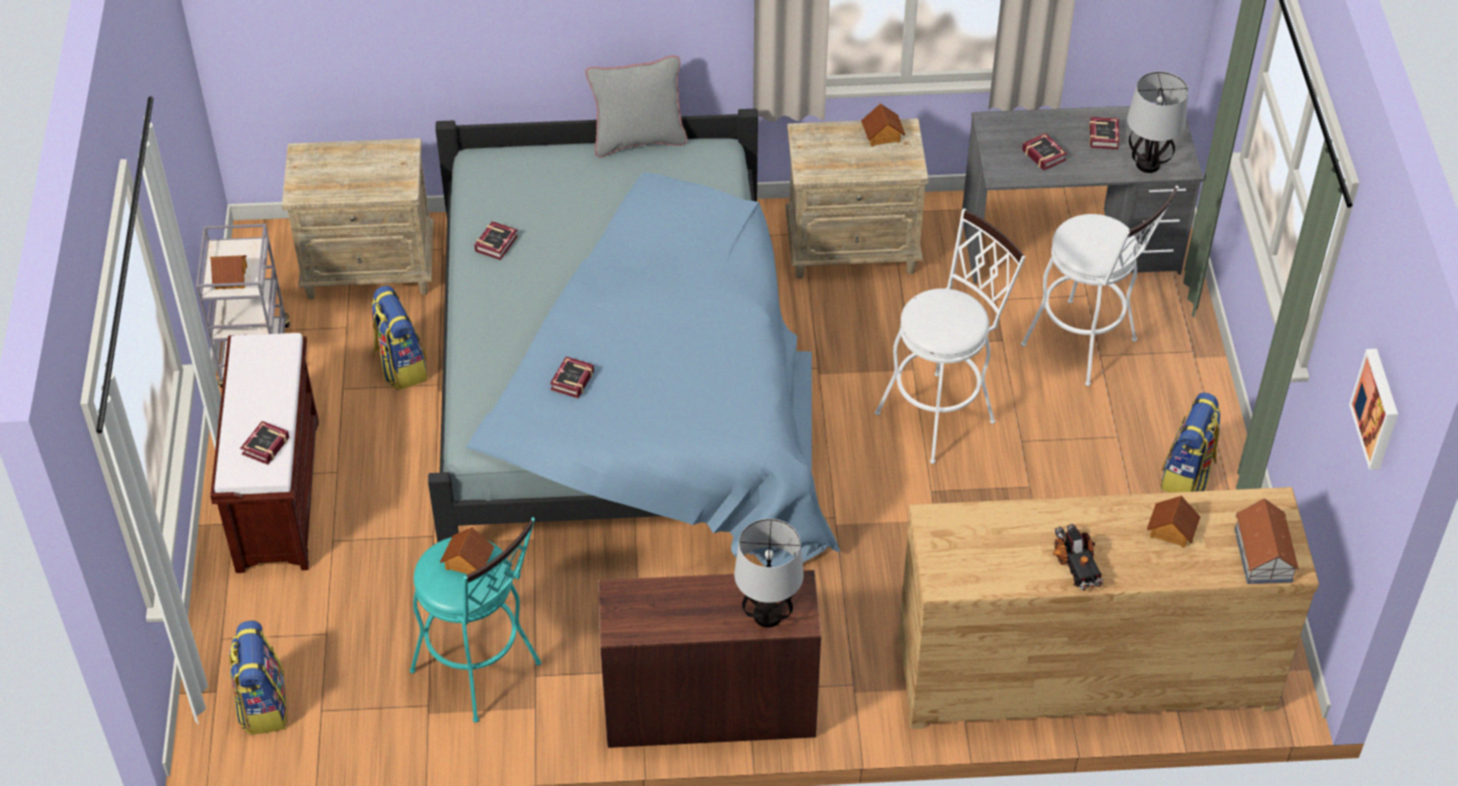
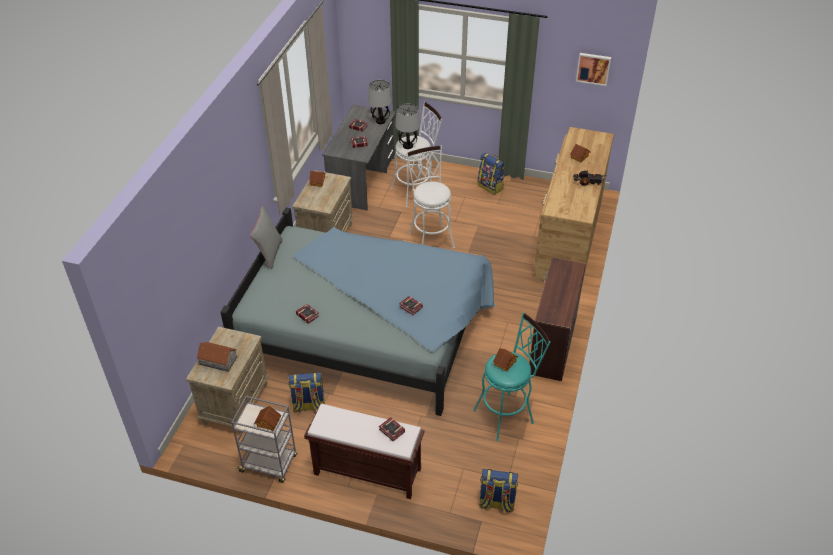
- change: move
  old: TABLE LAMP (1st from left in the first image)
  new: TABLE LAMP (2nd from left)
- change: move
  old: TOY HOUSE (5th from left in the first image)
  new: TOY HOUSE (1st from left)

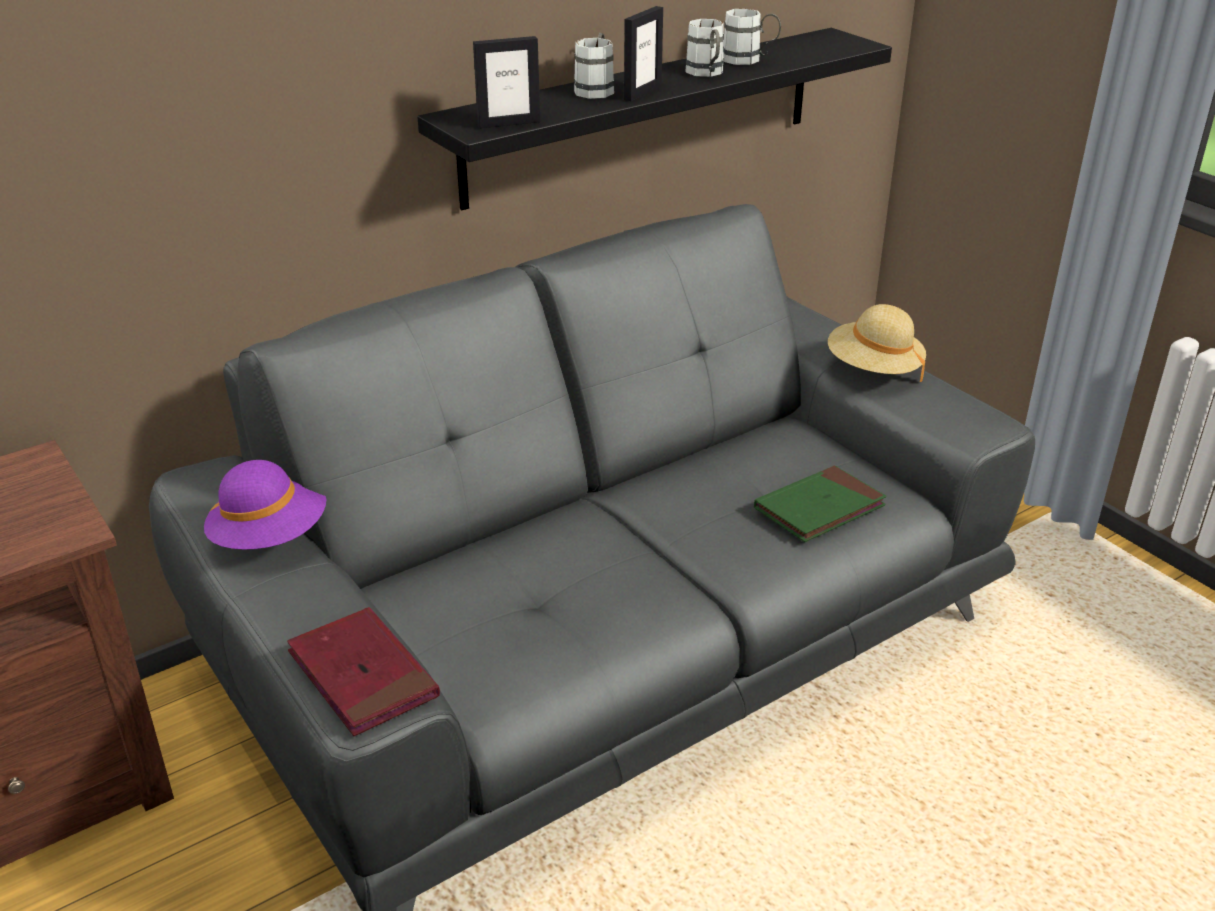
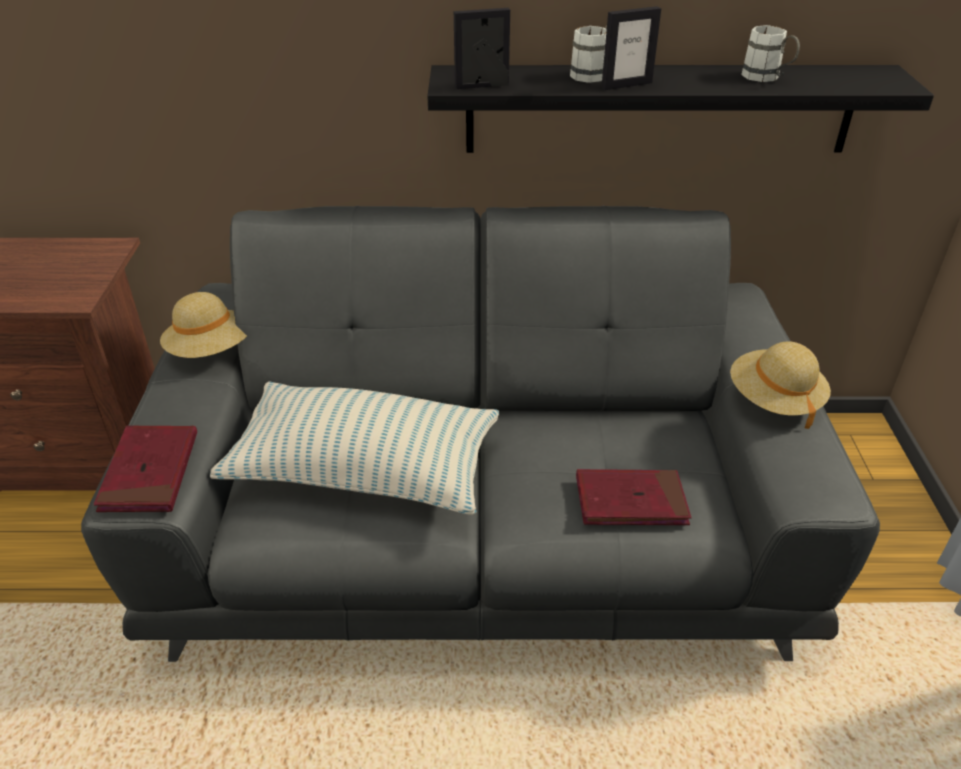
- change: recolor
  old: PURPLE HAT
  new: BEIGE HAT (1st from left)
- change: rotate
  old: PICTURE FRAME (1st from left)
  degrees: 150
- change: delete
  old: WHITE MUG (2nd from left)
- change: recolor
  old: GREEN BOOK
  new: RED BOOK (2nd from left)
- change: insert
  new: PILLOW

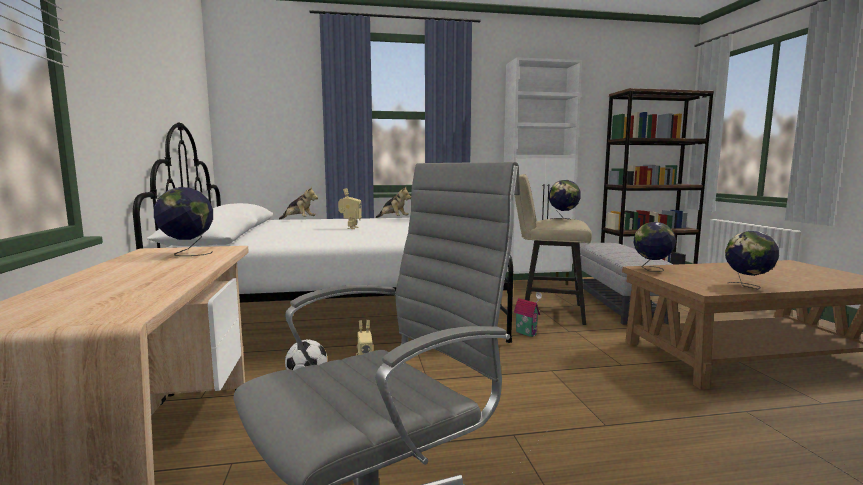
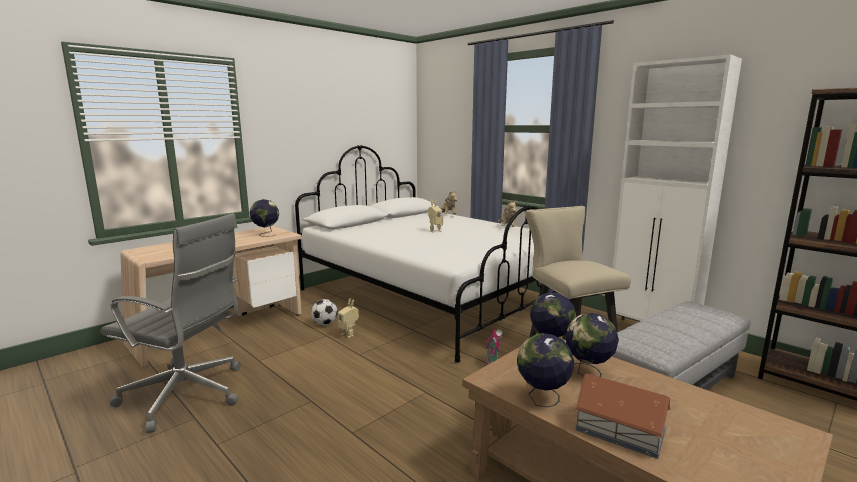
- change: move
  old: GLOBE (2nd from left in the first image)
  new: GLOBE (4th from left)
- change: insert
  new: TOY HOUSE (2nd from left)

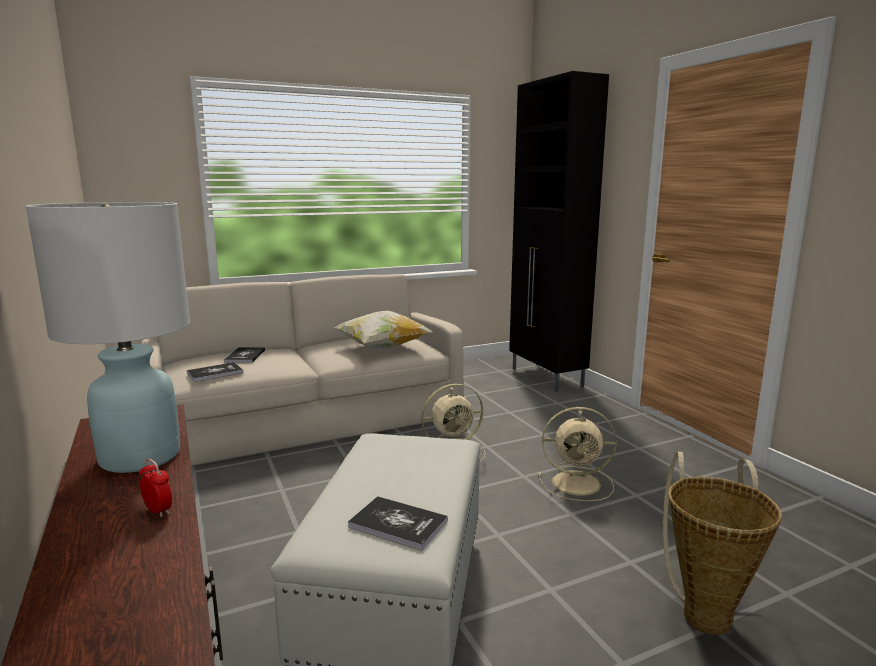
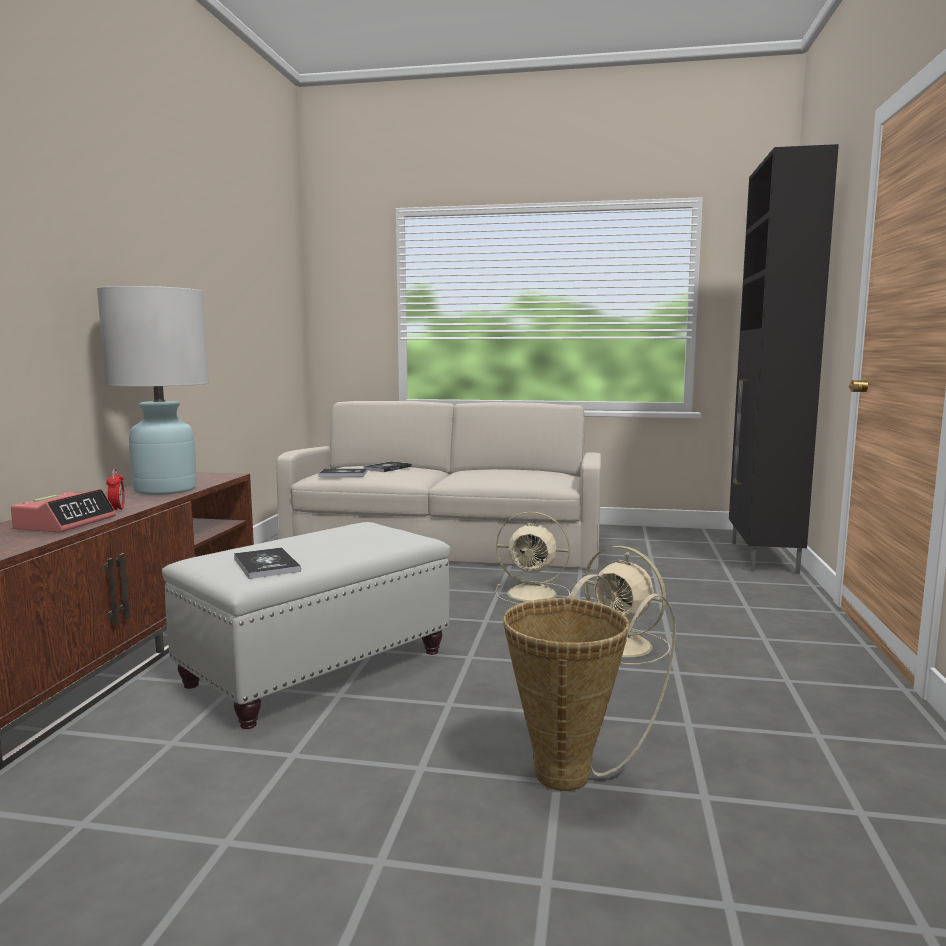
- change: delete
  old: PILLOW
- change: insert
  new: ALARM CLOCK (1st from left)

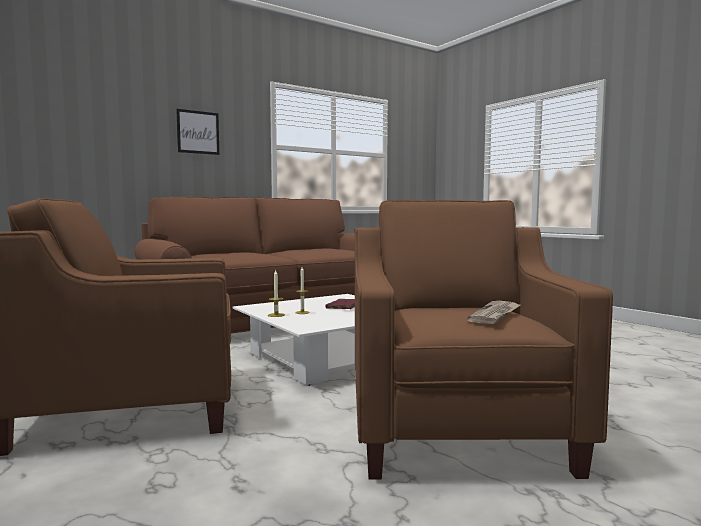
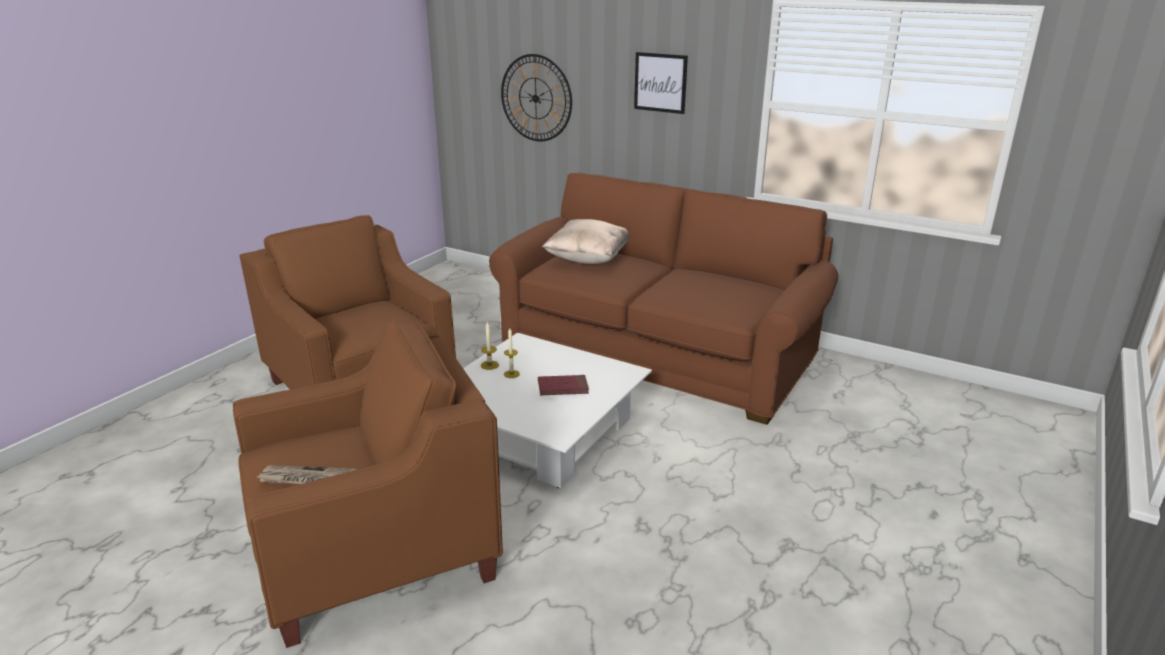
- change: insert
  new: WALL CLOCK
- change: insert
  new: BEIGE PILLOW

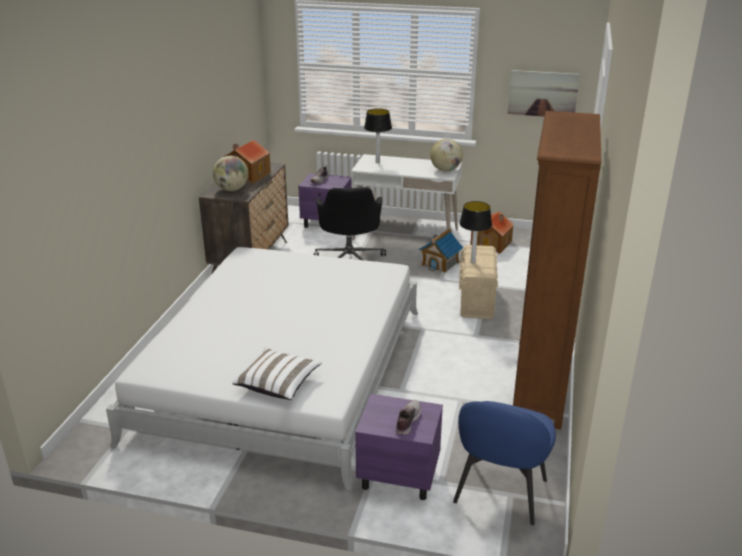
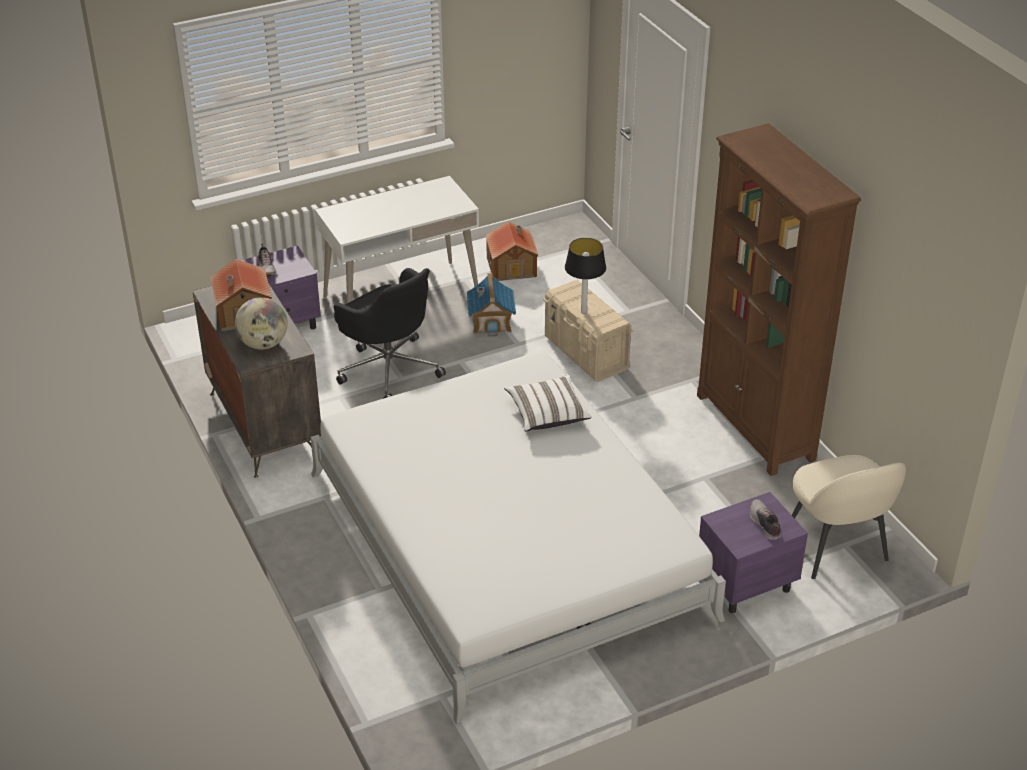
- change: move
  old: WHITE PILLOW
- change: delete
  old: TABLE LAMP (1st from left)
- change: delete
  old: GLOBE (2nd from left)
- change: recolor
  old: BLUE CHAIR
  new: BEIGE CHAIR
- change: delete
  old: PICTURE

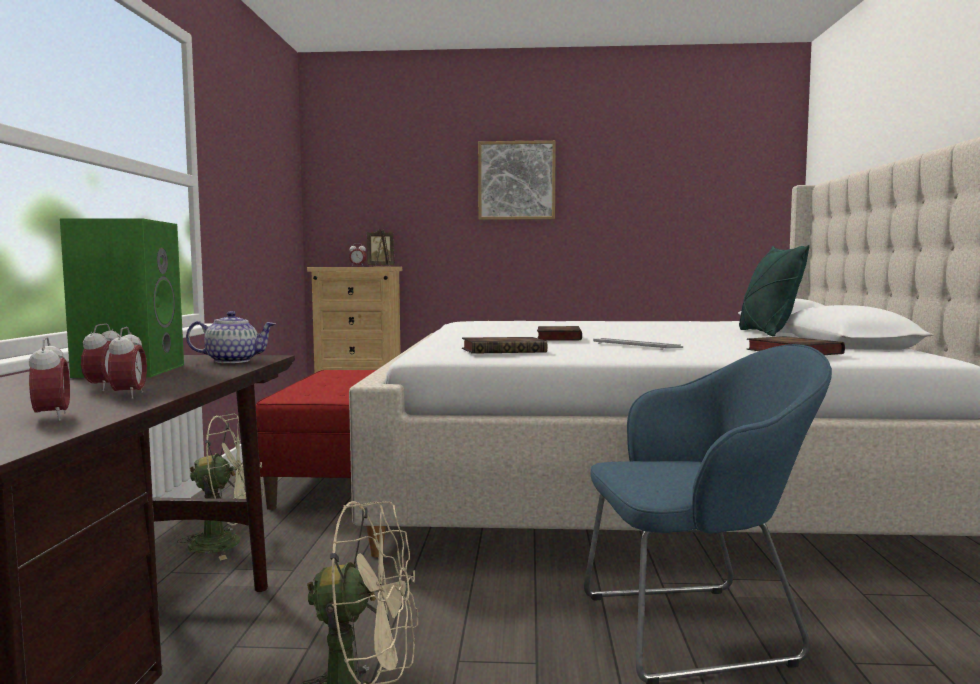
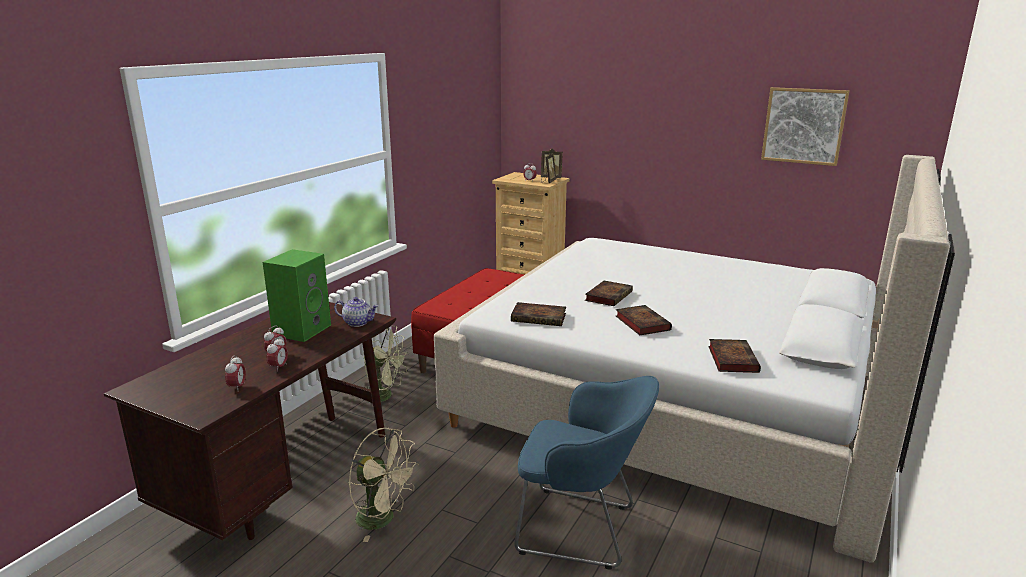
- change: move
  old: PICTURE
- change: replace
  old: KEYBOARD
  new: BOOK (3rd from left)
- change: delete
  old: GREEN PILLOW

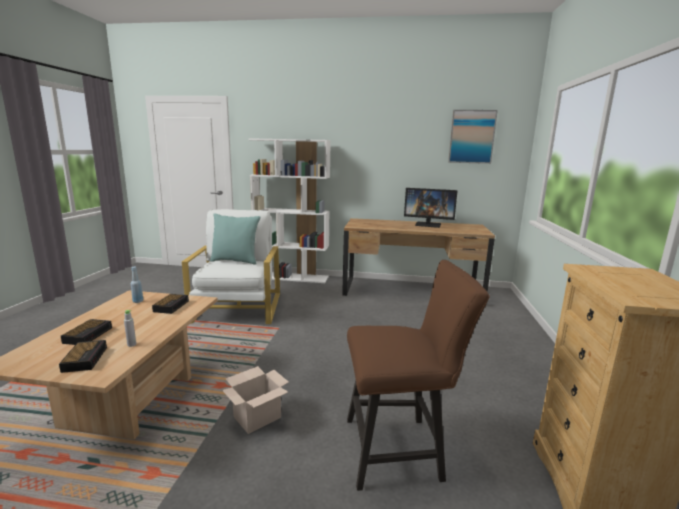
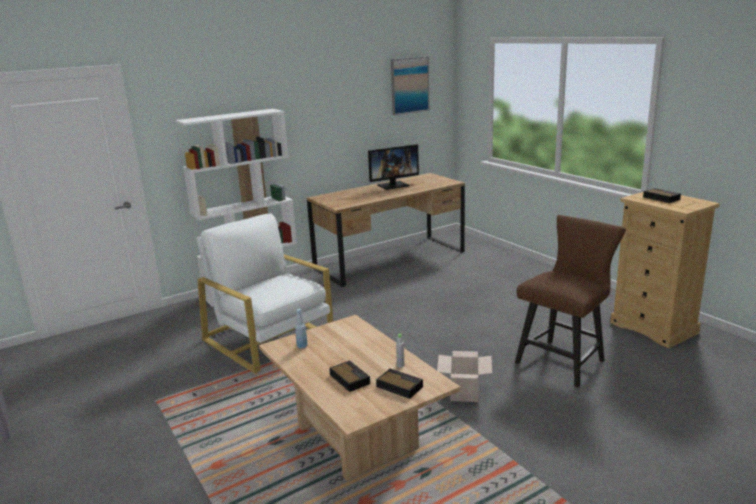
- change: move
  old: ALARM CLOCK (3rd from left)
- change: delete
  old: TURQUOISE PILLOW

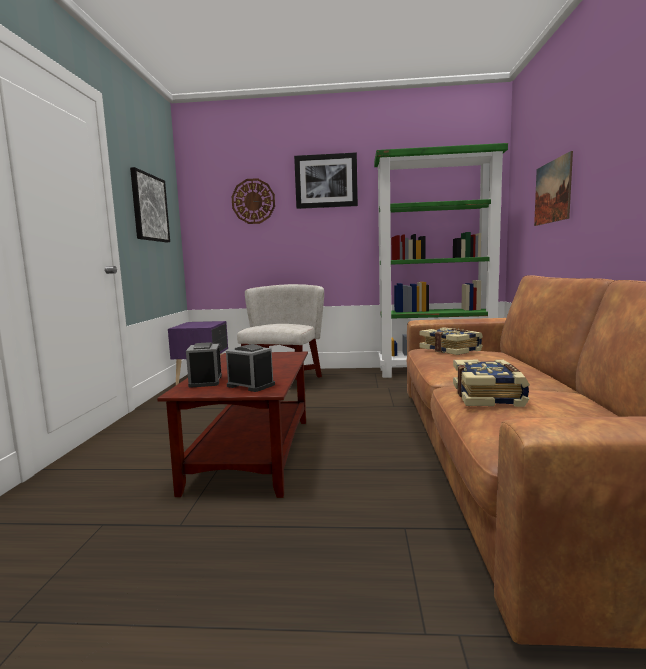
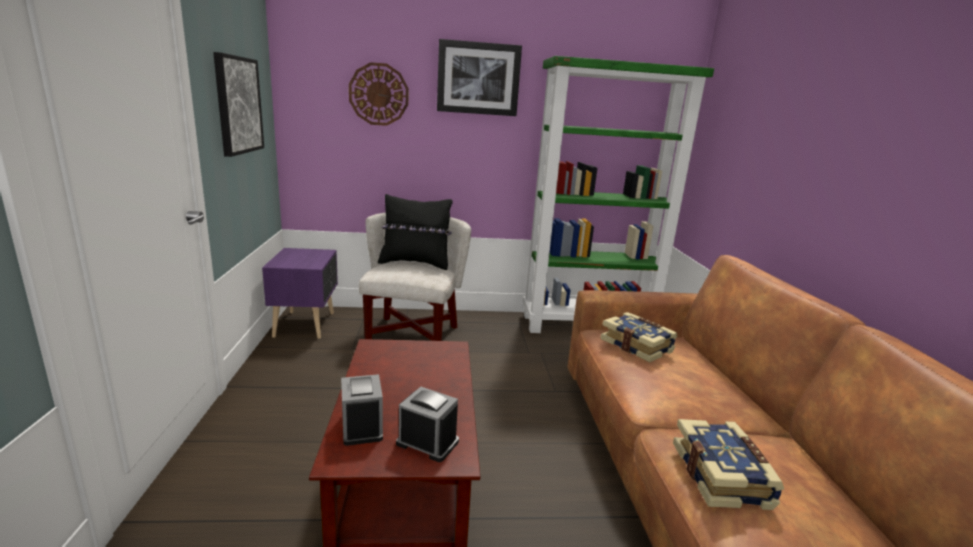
- change: delete
  old: PICTURE (3rd from left)
- change: insert
  new: BLACK PILLOW

